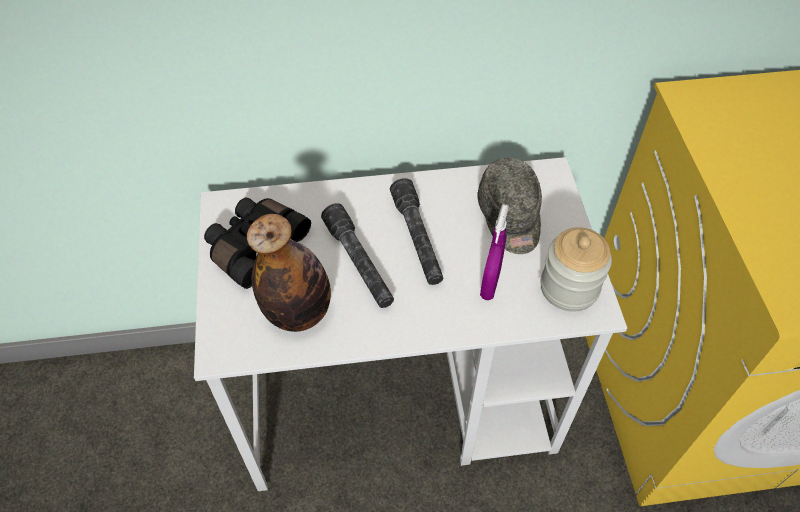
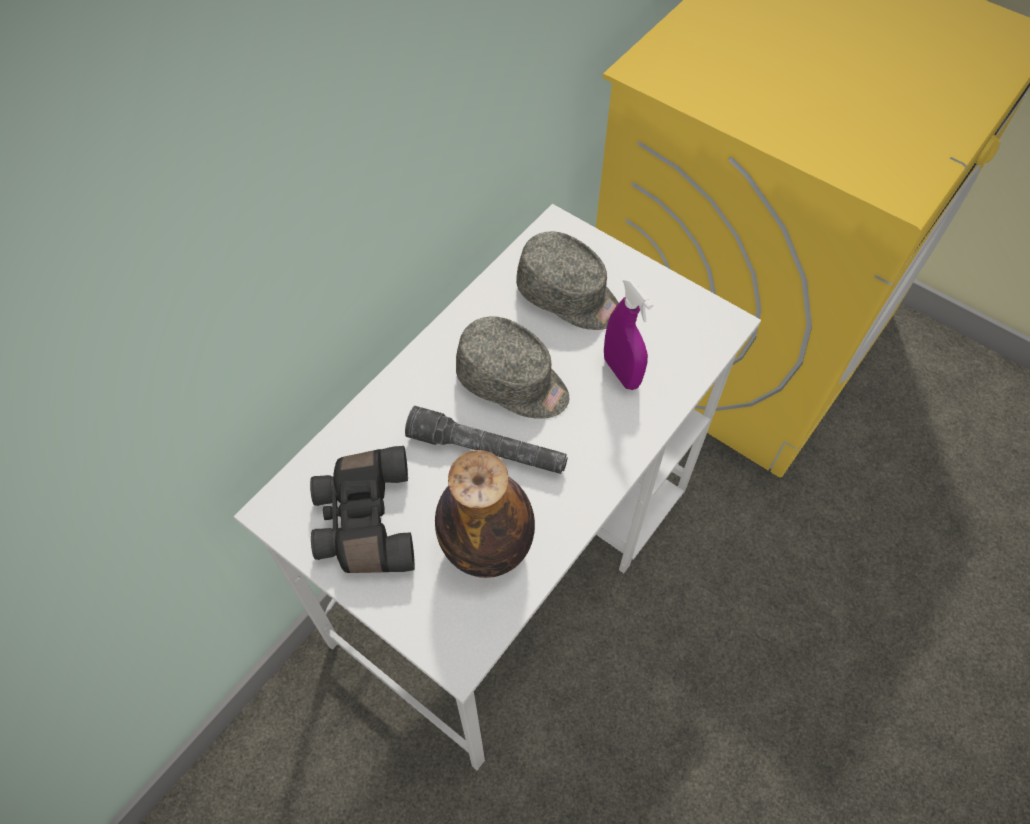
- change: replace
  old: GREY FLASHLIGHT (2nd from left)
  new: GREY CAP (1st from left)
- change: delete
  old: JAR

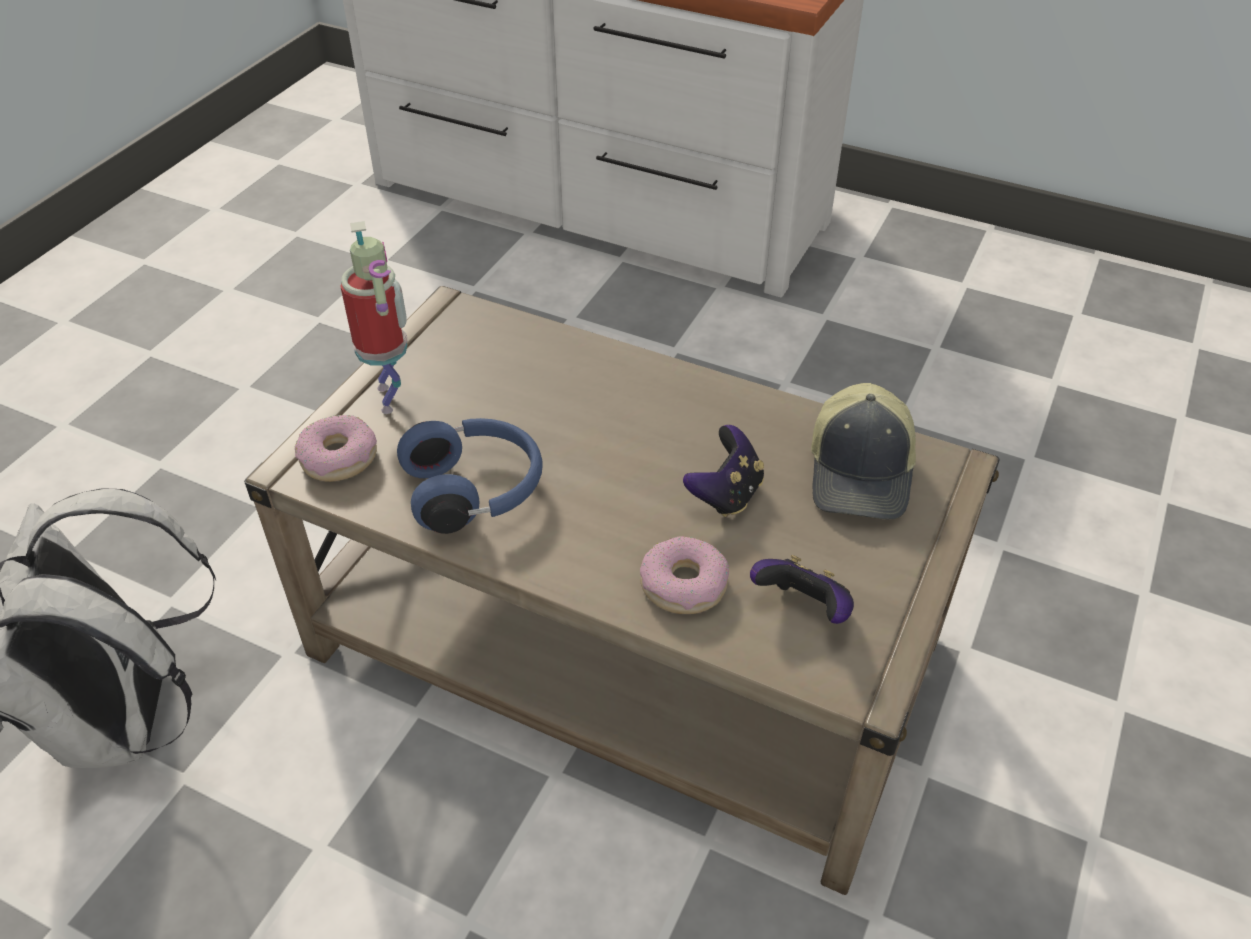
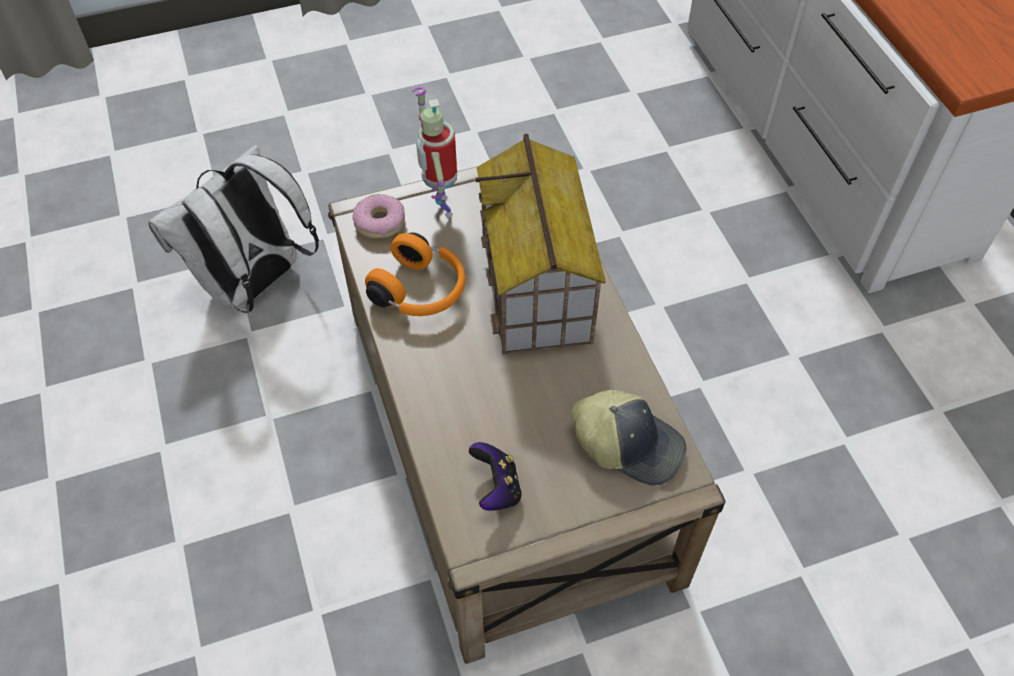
- change: rotate
  old: TOY ROBOT
  degrees: 135
- change: recolor
  old: BLUE HEADPHONES
  new: ORANGE HEADPHONES
- change: delete
  old: DONUT (2nd from left)
- change: delete
  old: GAME CONTROLLER (1st from left)
- change: rotate
  old: CAP
  degrees: -120
- change: insert
  new: TOY HOUSE

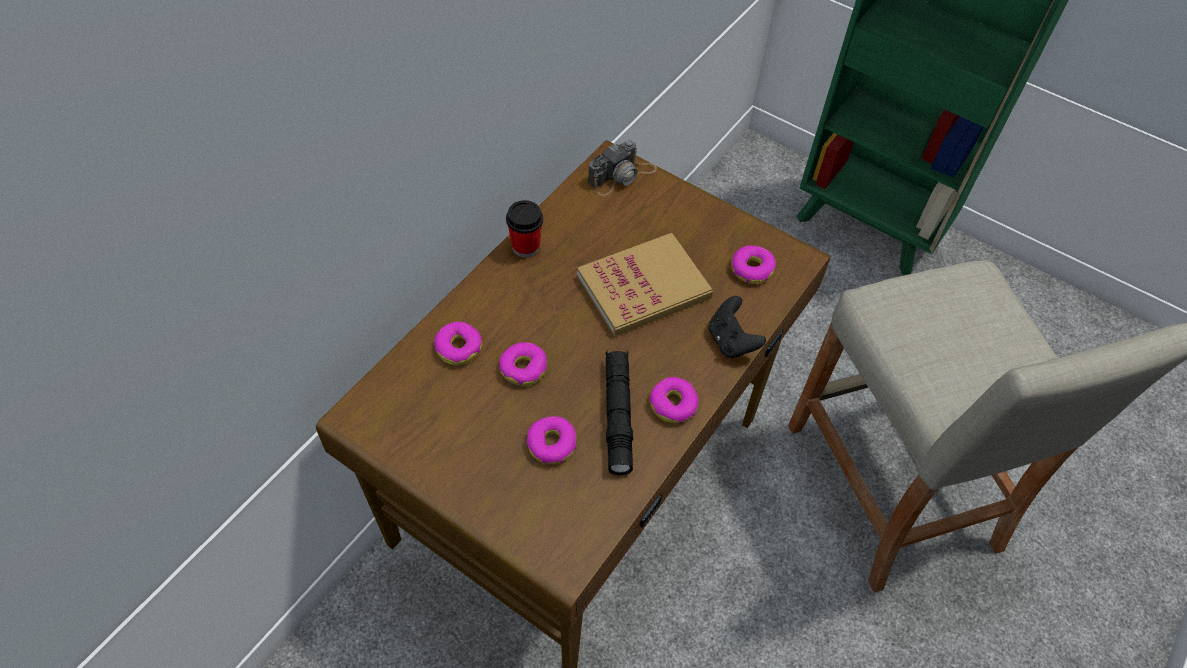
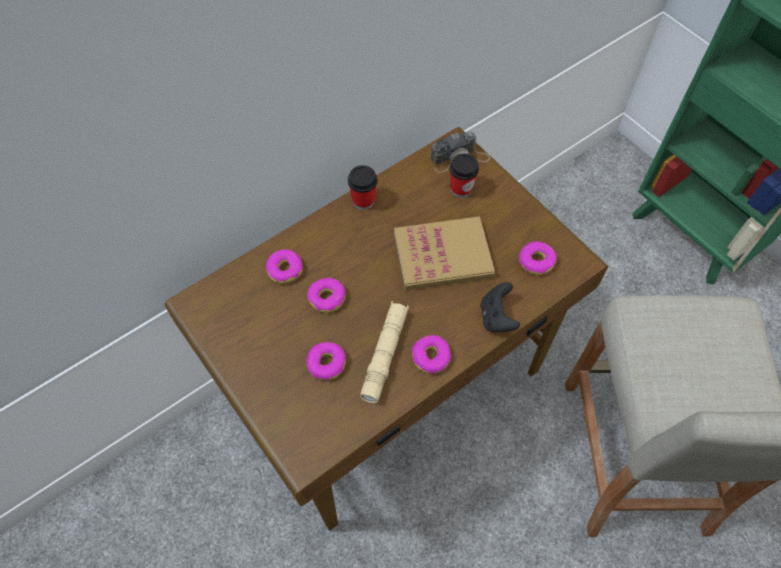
- change: recolor
  old: BLACK FLASHLIGHT
  new: BEIGE FLASHLIGHT
- change: insert
  new: CUP (2nd from left)

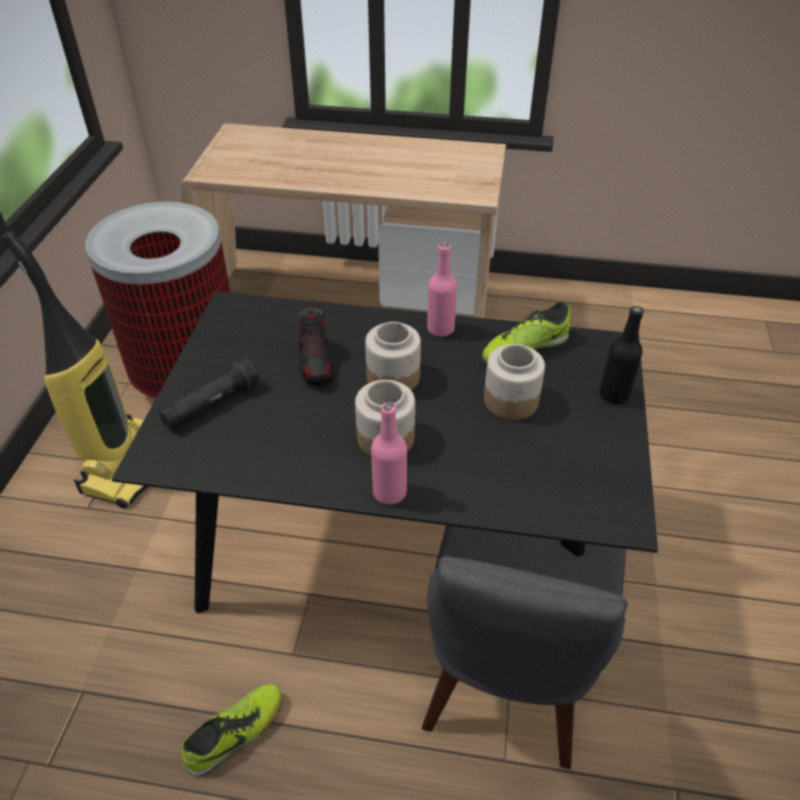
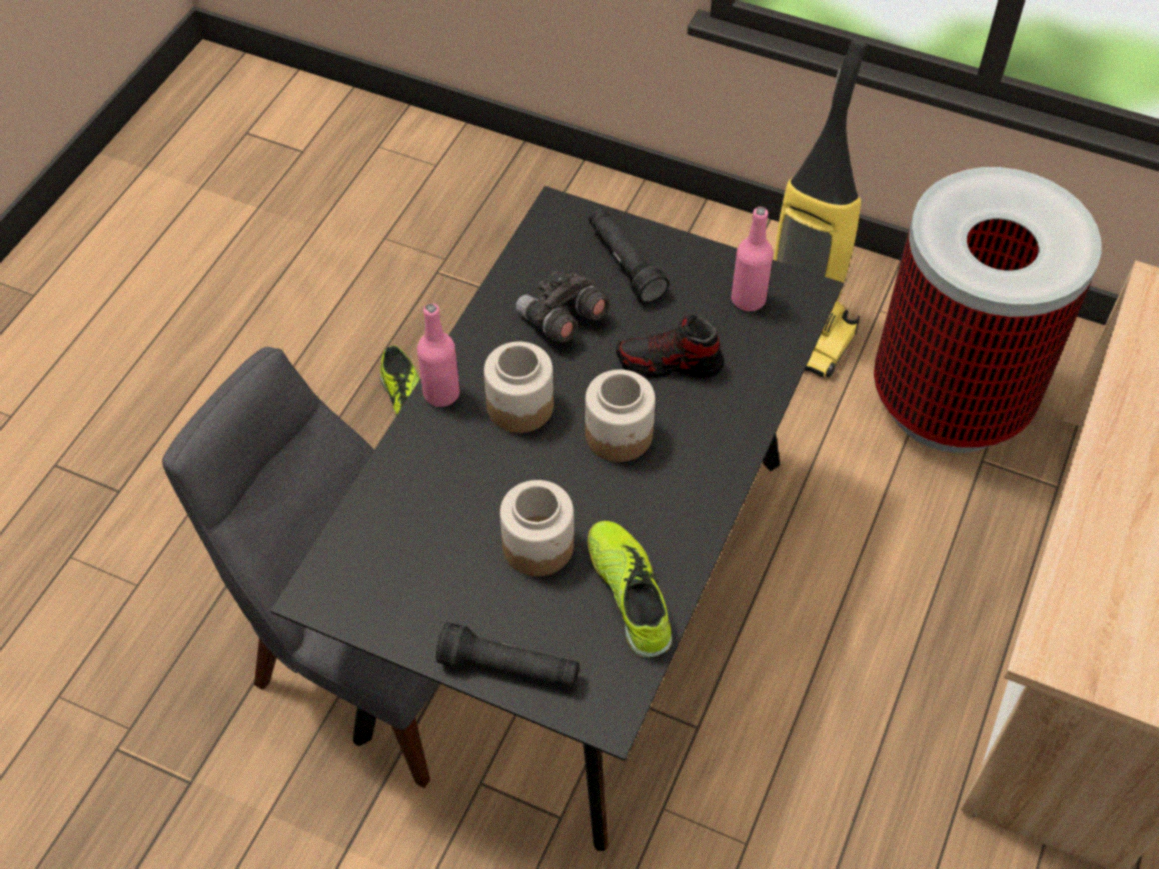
- change: move
  old: PINK BOTTLE (2nd from left)
- change: replace
  old: BLACK BOTTLE
  new: BLACK FLASHLIGHT (1st from left)
- change: insert
  new: GREY BINOCULARS

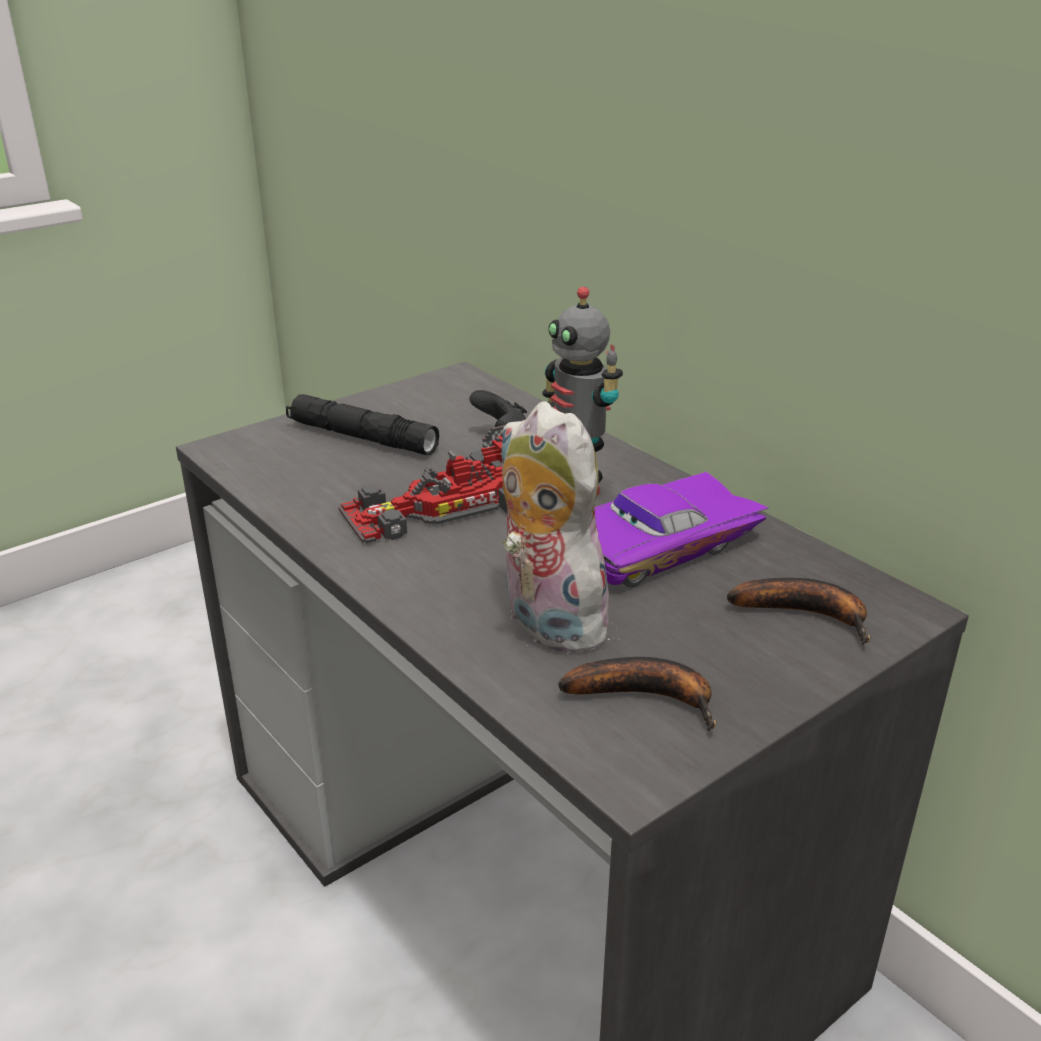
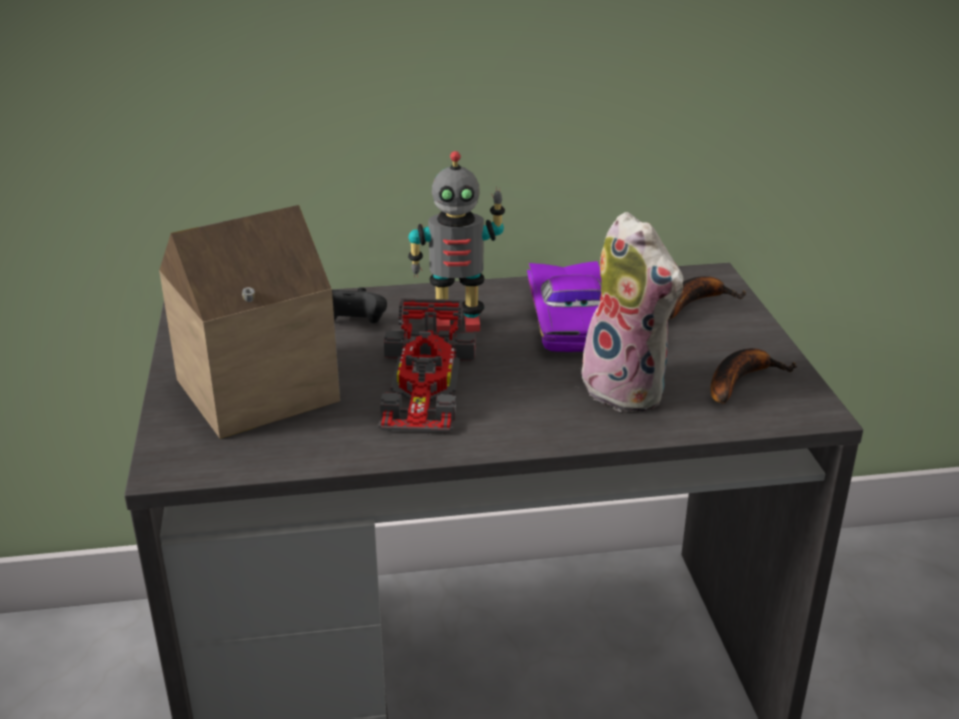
- change: replace
  old: BLACK FLASHLIGHT
  new: TOY HOUSE
- change: rotate
  old: PLUSH TOY
  degrees: -120

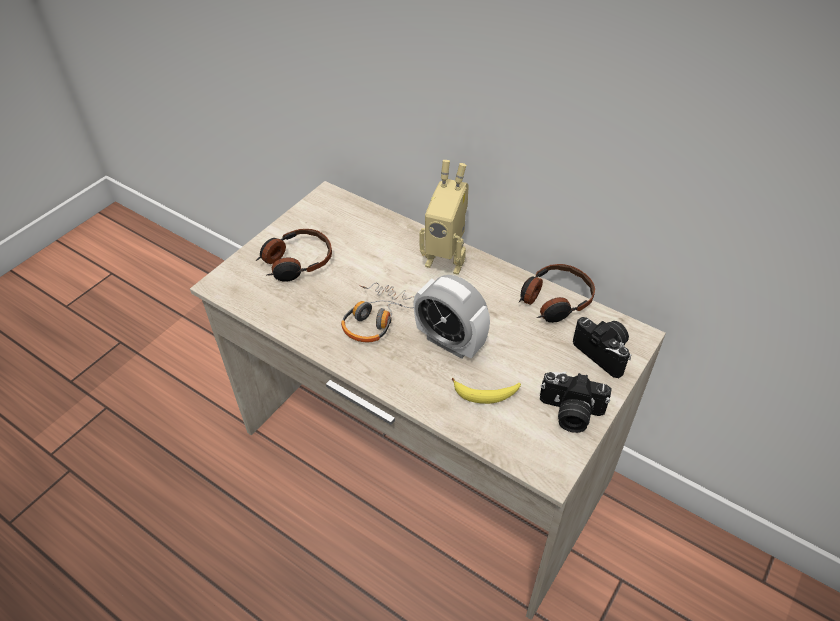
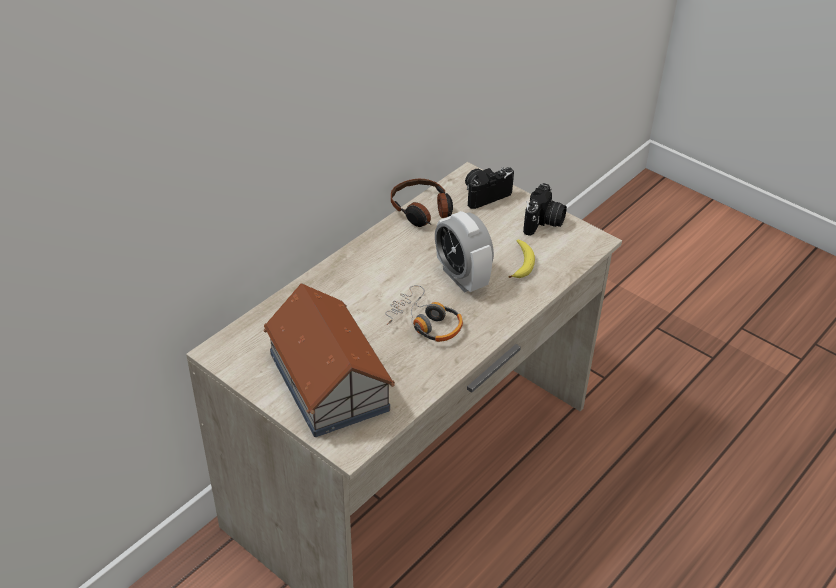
- change: replace
  old: HEADPHONES (1st from left)
  new: TOY HOUSE
- change: rotate
  old: ALARM CLOCK
  degrees: 105
- change: delete
  old: TOY ROBOT

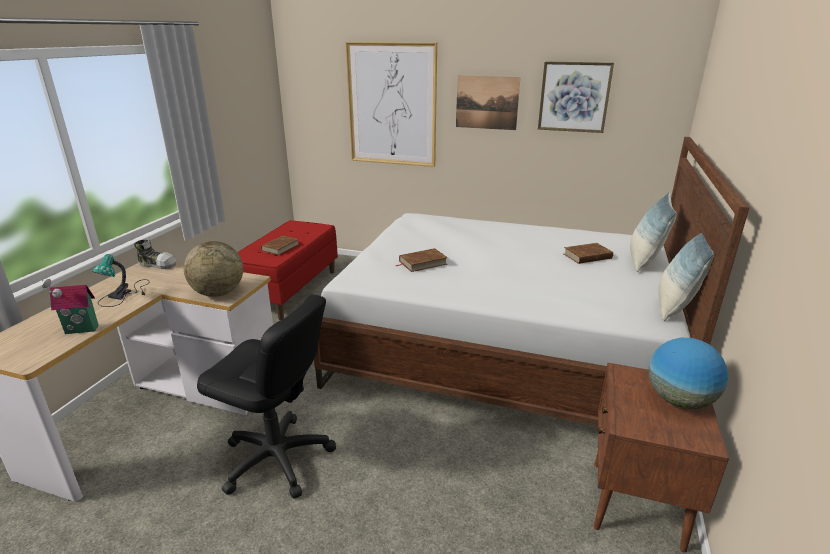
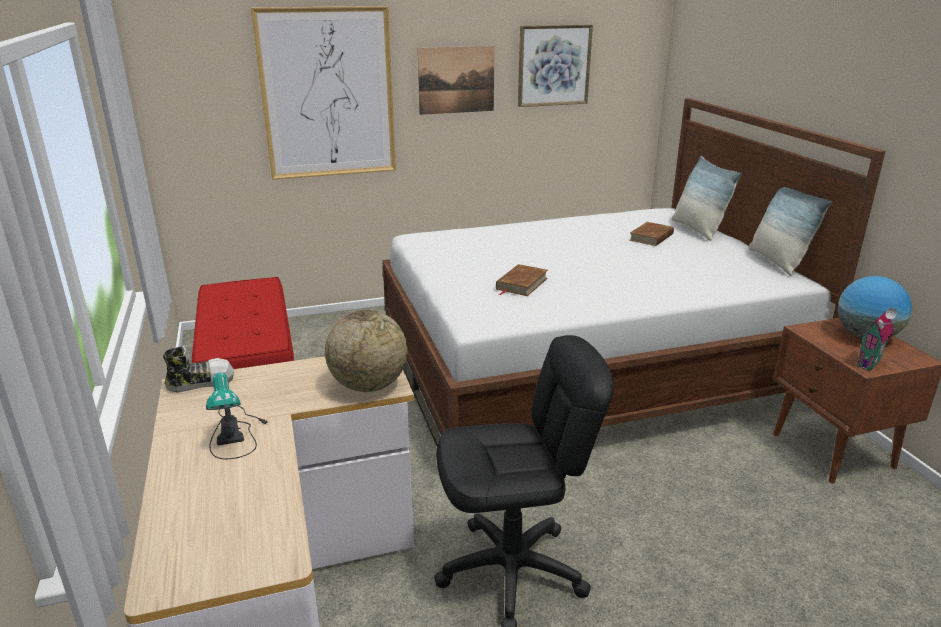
- change: move
  old: TOY HOUSE
- change: delete
  old: BROWN BOOK (1st from left)

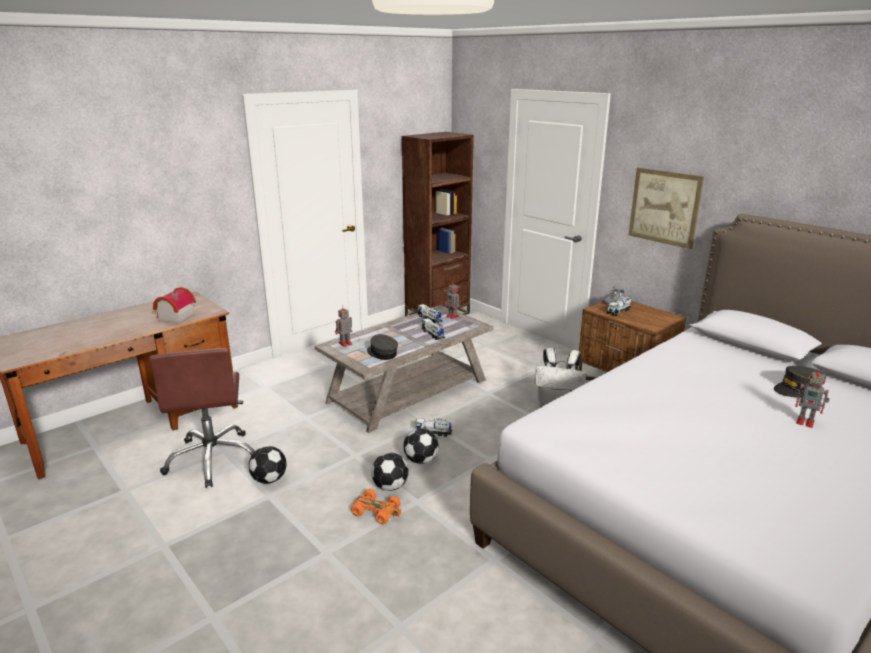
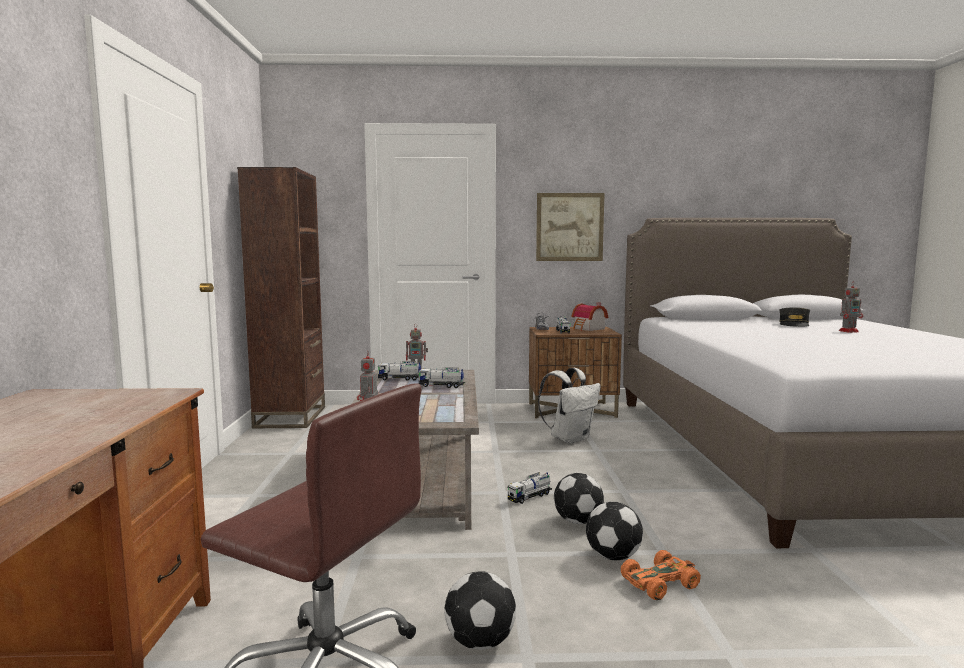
- change: move
  old: TOY HOUSE
- change: delete
  old: GREY CAP (1st from left)

